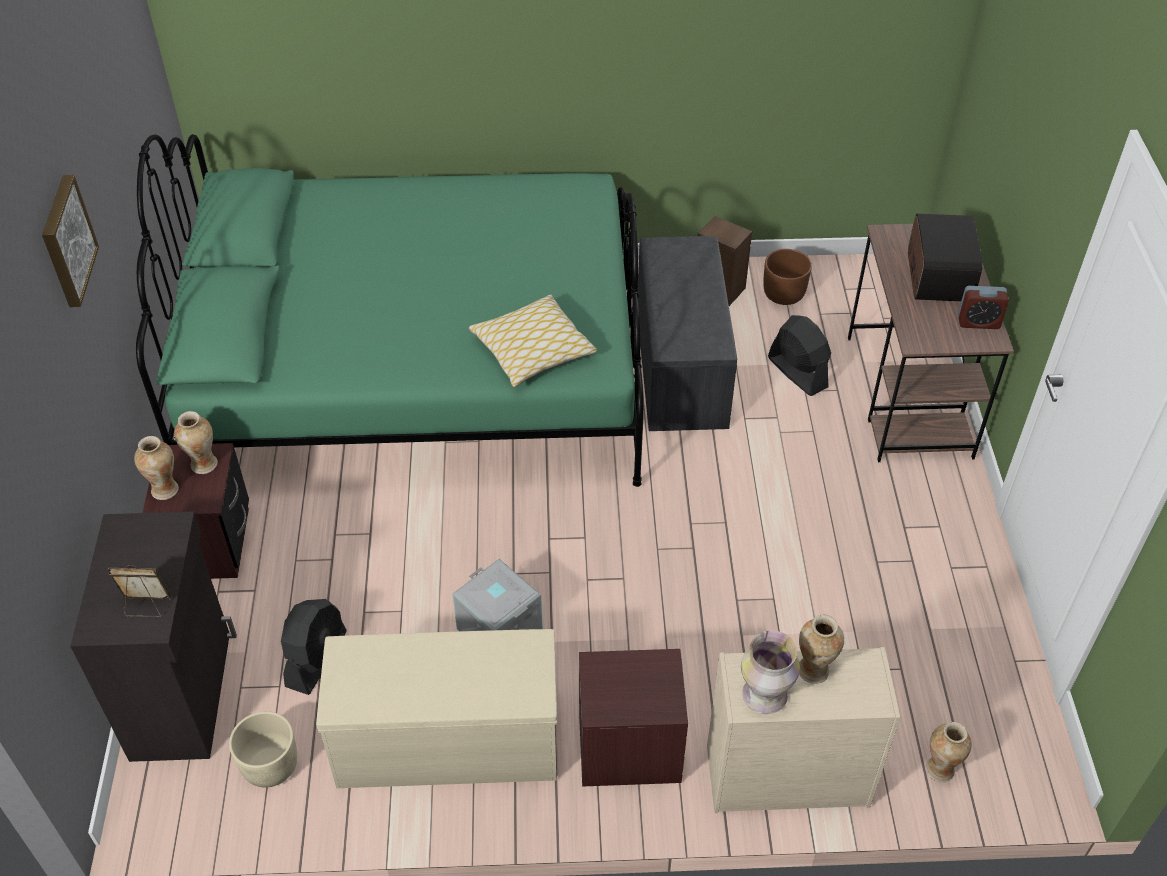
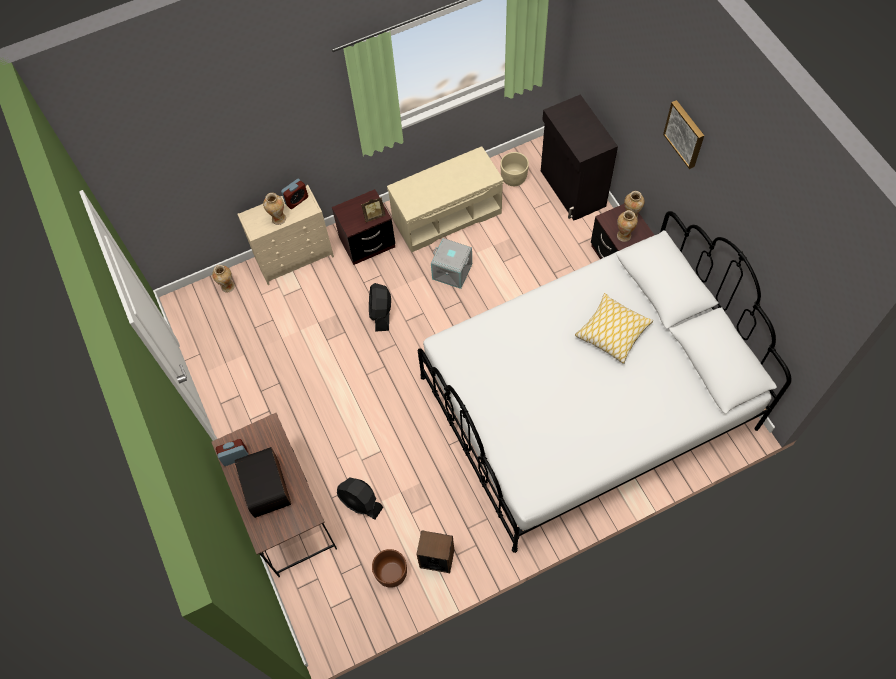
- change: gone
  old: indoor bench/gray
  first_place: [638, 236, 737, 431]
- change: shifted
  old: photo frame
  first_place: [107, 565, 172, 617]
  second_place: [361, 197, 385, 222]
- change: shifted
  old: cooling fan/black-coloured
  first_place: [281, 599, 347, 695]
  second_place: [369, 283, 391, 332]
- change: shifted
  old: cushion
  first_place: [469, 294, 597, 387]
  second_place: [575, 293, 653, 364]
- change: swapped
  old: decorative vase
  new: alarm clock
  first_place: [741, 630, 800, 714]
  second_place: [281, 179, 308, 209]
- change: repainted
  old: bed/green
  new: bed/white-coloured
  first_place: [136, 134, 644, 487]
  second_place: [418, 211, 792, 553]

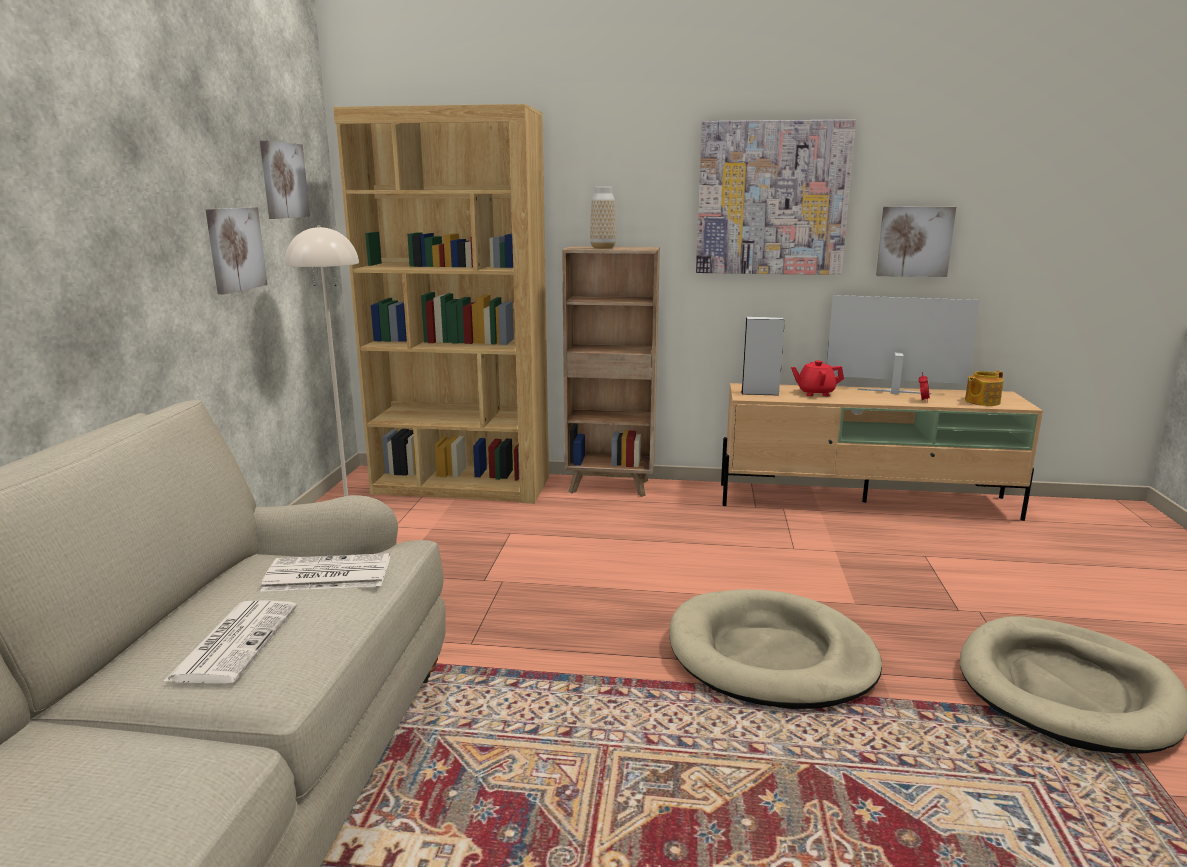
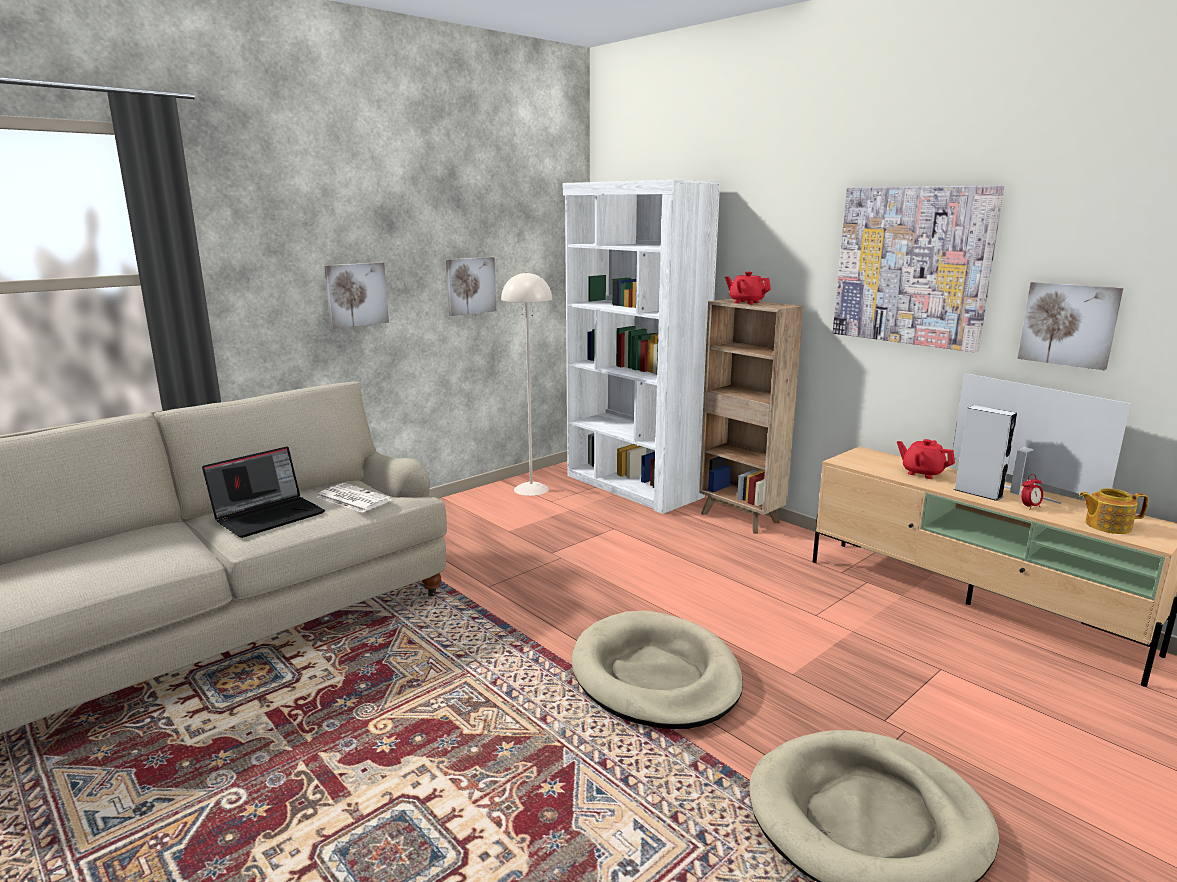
- change: shifted
  old: picture
  first_place: [260, 140, 310, 219]
  second_place: [324, 262, 389, 329]
- change: shifted
  old: speaker/gray
  first_place: [741, 317, 784, 396]
  second_place: [954, 405, 1017, 501]
- change: swapped
  old: daily paper
  new: notebook computer
  first_place: [163, 600, 297, 684]
  second_place: [202, 446, 325, 538]
- change: swapped
  old: decorative vase
  new: pot for tea/red-coloured
  first_place: [590, 187, 616, 249]
  second_place: [725, 272, 771, 304]
- change: repainted
  old: bookcase/brownish
  new: bookcase/white-coloured
  first_place: [333, 104, 549, 504]
  second_place: [563, 180, 720, 514]

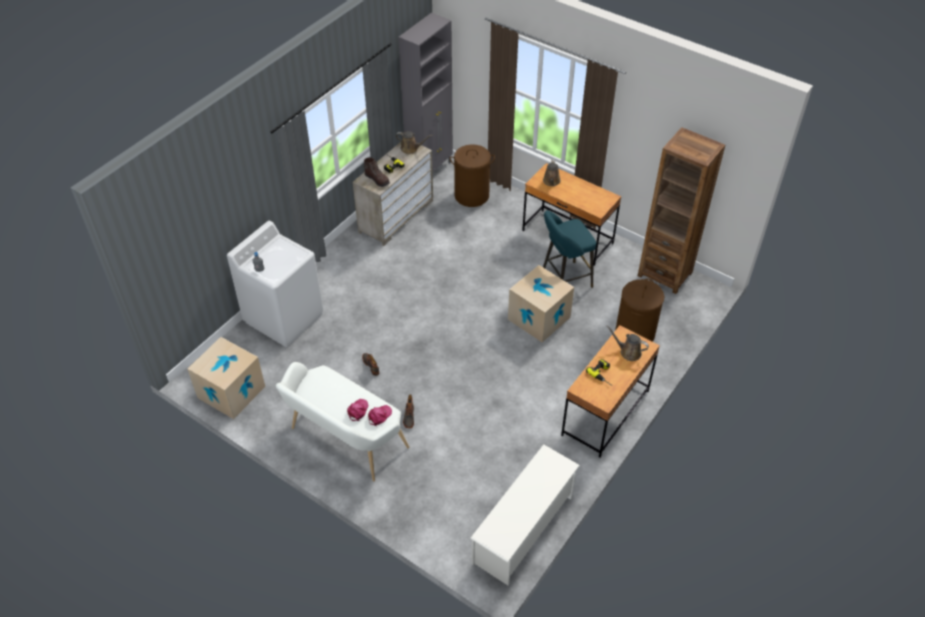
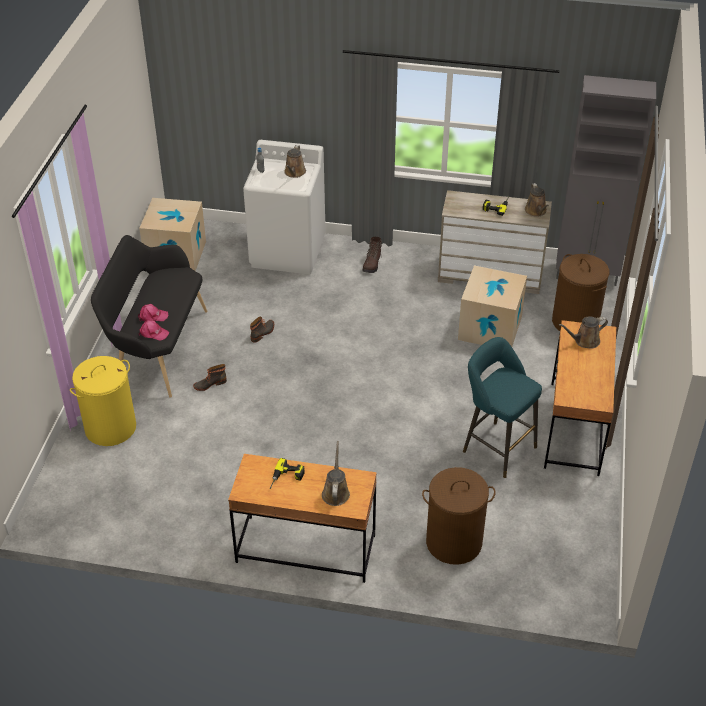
- change: gone
  old: shoe rack/white-coloured
  first_place: [470, 444, 580, 585]
- change: gone
  old: bookcase/brownish
  first_place: [638, 127, 725, 294]
- change: new
  new: washing basket/yellowish
  second_place: [70, 356, 136, 446]
- change: new
  new: watering can/brownish
  second_place: [284, 145, 306, 178]
- change: shifted
  old: boot/brownish
  first_place: [364, 157, 390, 187]
  second_place: [362, 236, 382, 273]
- change: shifted
  old: cardboard box
  first_place: [508, 265, 574, 342]
  second_place: [458, 265, 527, 347]
- change: repainted
  old: indoor bench/white-coloured
  new: indoor bench/black-coloured
  first_place: [276, 362, 409, 481]
  second_place: [91, 235, 207, 398]

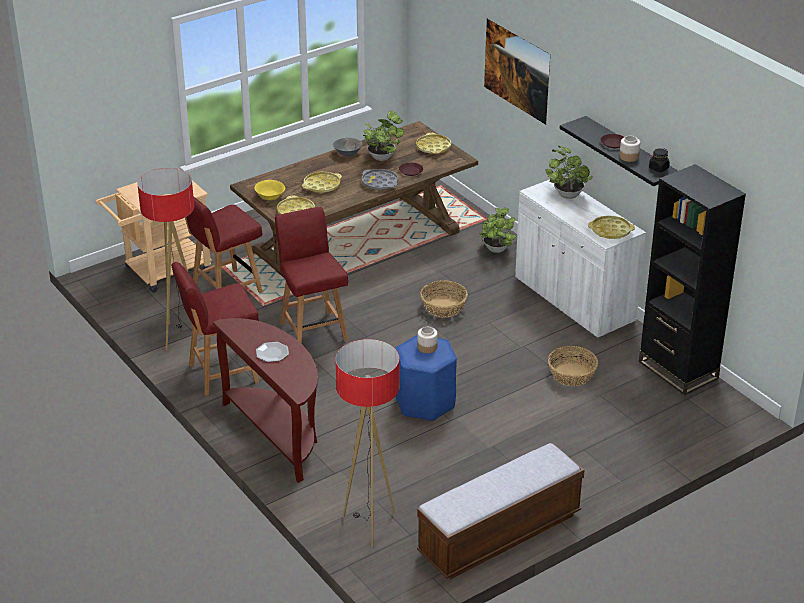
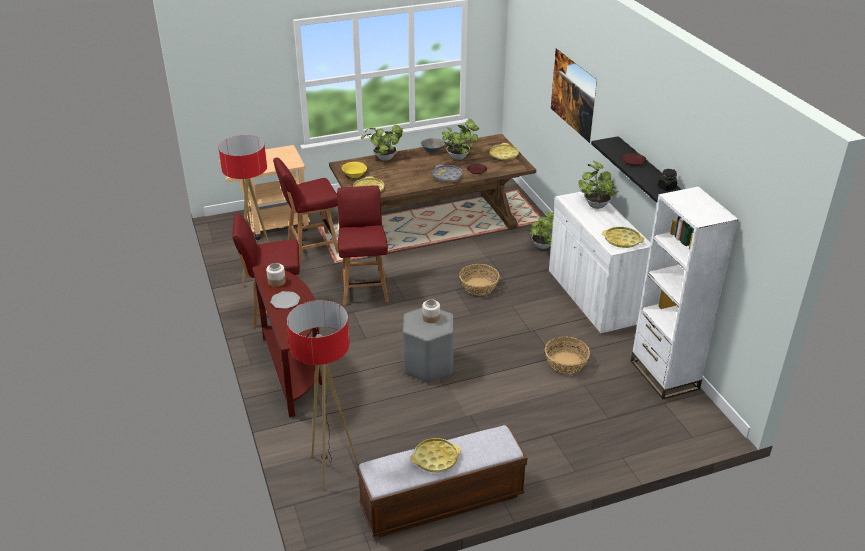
- change: new
  new: houseplant
  second_place: [361, 125, 403, 161]
- change: shifted
  old: tray/yellowish
  first_place: [302, 172, 342, 193]
  second_place: [410, 438, 461, 472]
- change: shifted
  old: storage jar
  first_place: [619, 136, 640, 162]
  second_place: [266, 263, 286, 287]
- change: repainted
  old: sitting stool/bluish
  new: sitting stool/gray
  first_place: [395, 335, 457, 422]
  second_place: [403, 308, 453, 383]
- change: repainted
  old: bookcase/black-coloured
  new: bookcase/white-coloured
  first_place: [639, 164, 746, 395]
  second_place: [631, 186, 739, 399]

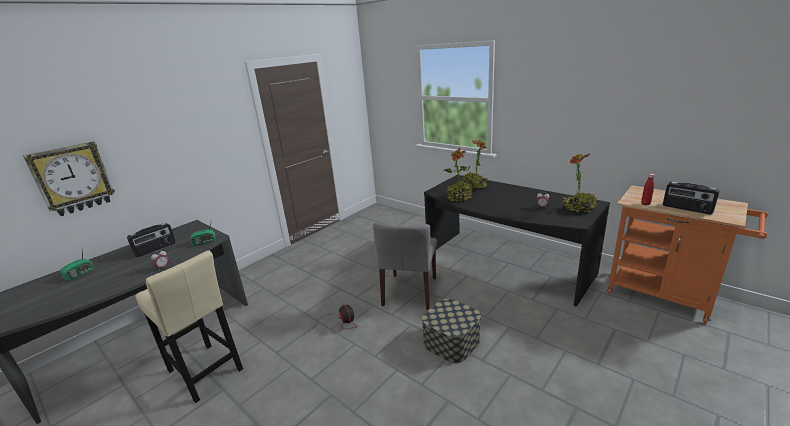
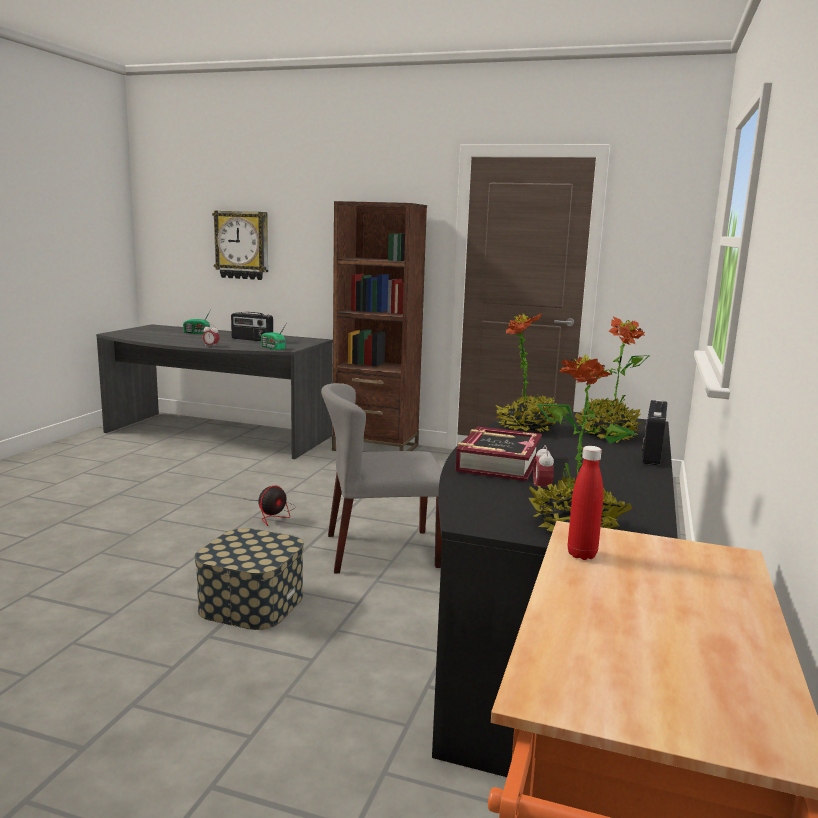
- change: gone
  old: sitting stool/beige-coloured
  first_place: [136, 251, 243, 403]
- change: new
  new: bookcase/brownish
  second_place: [332, 201, 427, 452]
- change: new
  new: bound book
  second_place: [455, 426, 542, 481]
- change: shifted
  old: radio set
  first_place: [663, 182, 720, 214]
  second_place: [642, 400, 667, 466]

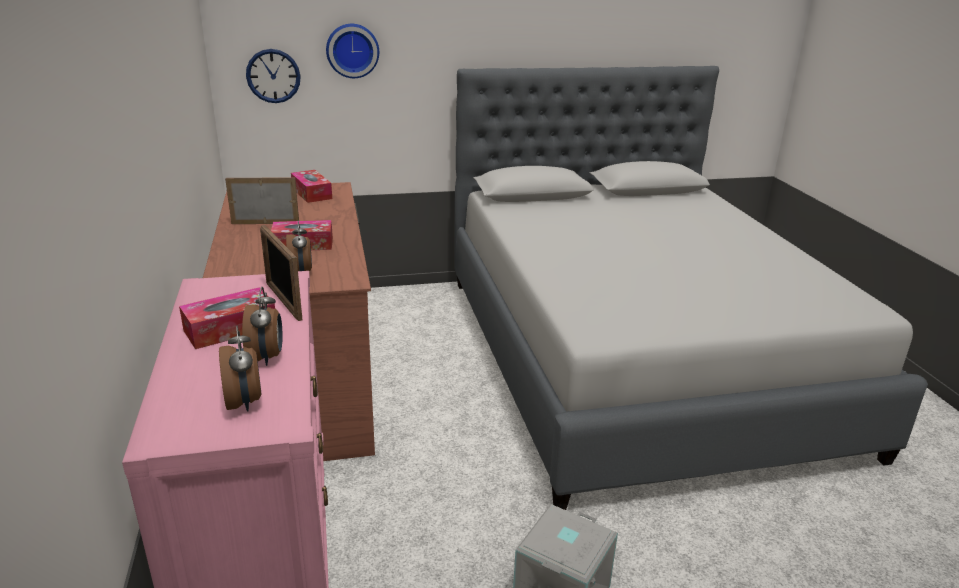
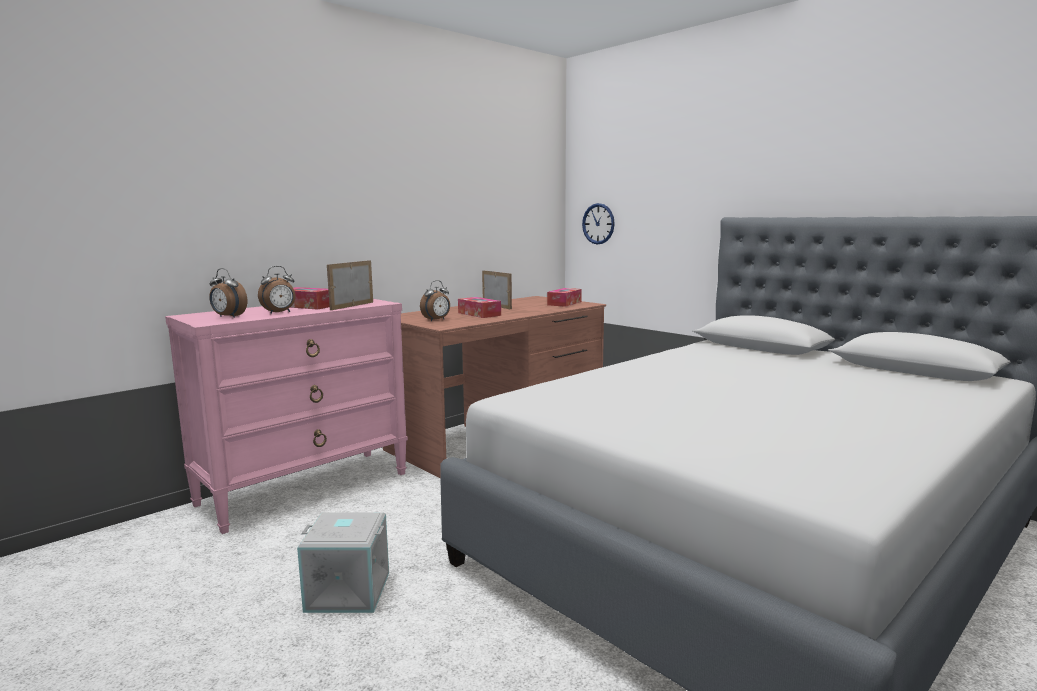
- change: gone
  old: wall clock
  first_place: [326, 24, 379, 78]
- change: rotated
  old: alarm clock
  first_place: [219, 326, 261, 412]
  second_place: [209, 268, 247, 318]
  degrees: 75

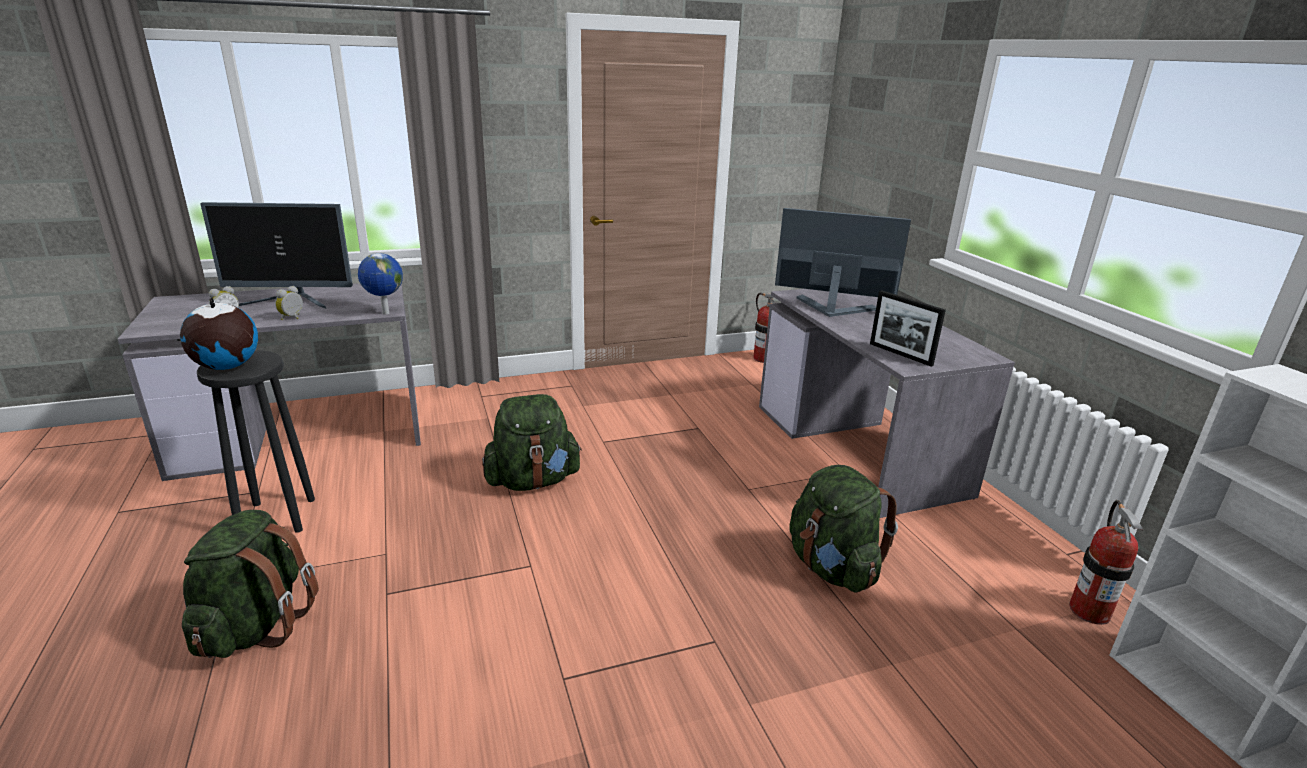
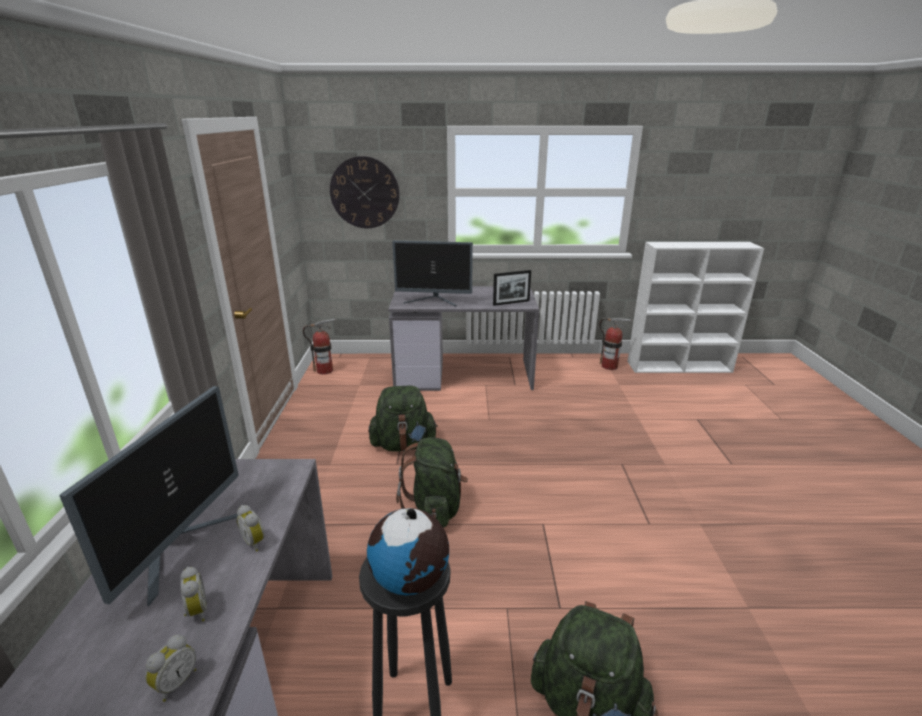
- change: gone
  old: globe
  first_place: [358, 253, 403, 315]
- change: new
  new: alarm clock
  second_place: [146, 634, 196, 702]
- change: new
  new: wall clock
  second_place: [330, 156, 400, 228]
- change: shifted
  old: knapsack/green
  first_place: [789, 465, 898, 593]
  second_place: [368, 386, 438, 452]
- change: rotated
  old: computer display
  first_place: [775, 208, 911, 317]
  second_place: [392, 241, 473, 307]
  degrees: -120

